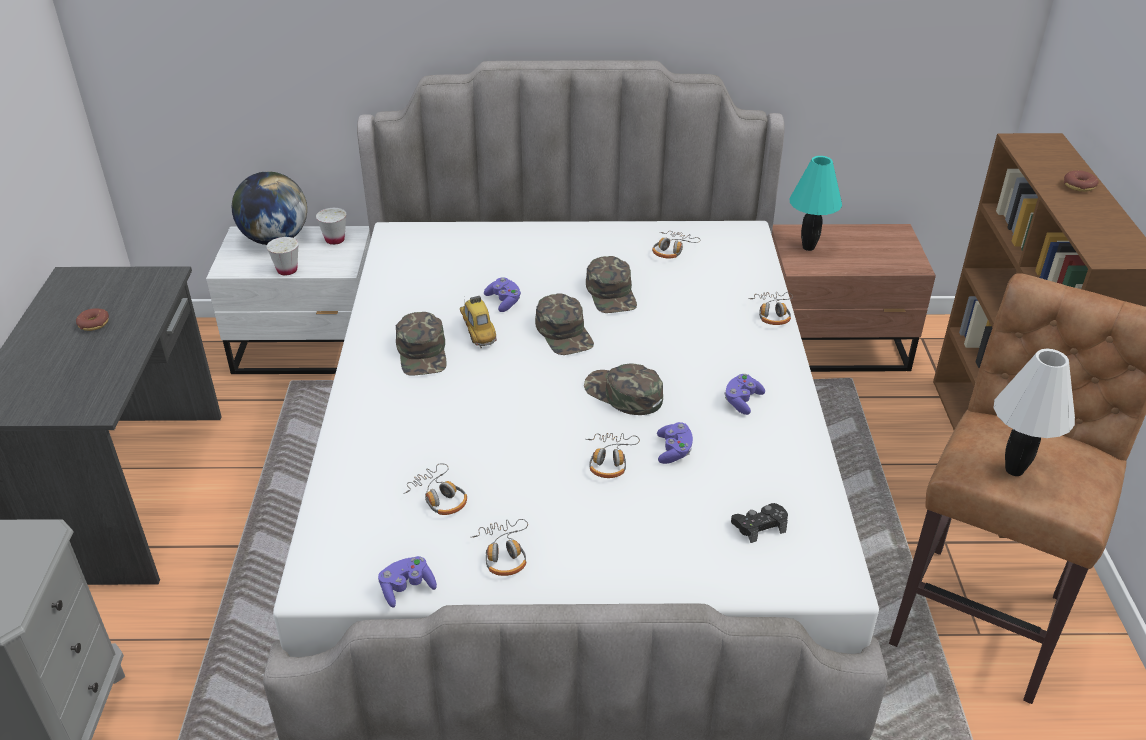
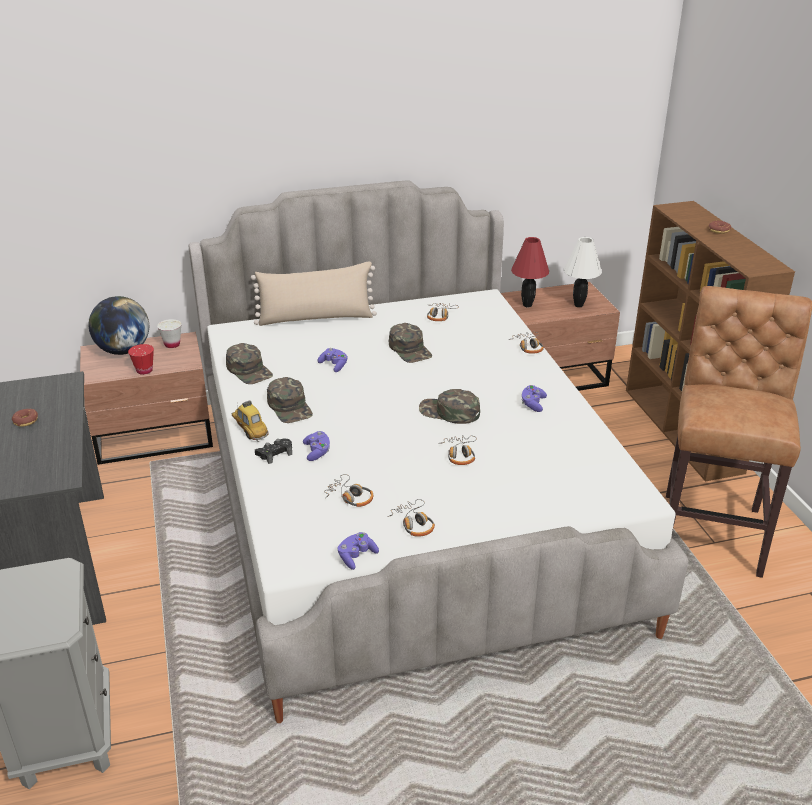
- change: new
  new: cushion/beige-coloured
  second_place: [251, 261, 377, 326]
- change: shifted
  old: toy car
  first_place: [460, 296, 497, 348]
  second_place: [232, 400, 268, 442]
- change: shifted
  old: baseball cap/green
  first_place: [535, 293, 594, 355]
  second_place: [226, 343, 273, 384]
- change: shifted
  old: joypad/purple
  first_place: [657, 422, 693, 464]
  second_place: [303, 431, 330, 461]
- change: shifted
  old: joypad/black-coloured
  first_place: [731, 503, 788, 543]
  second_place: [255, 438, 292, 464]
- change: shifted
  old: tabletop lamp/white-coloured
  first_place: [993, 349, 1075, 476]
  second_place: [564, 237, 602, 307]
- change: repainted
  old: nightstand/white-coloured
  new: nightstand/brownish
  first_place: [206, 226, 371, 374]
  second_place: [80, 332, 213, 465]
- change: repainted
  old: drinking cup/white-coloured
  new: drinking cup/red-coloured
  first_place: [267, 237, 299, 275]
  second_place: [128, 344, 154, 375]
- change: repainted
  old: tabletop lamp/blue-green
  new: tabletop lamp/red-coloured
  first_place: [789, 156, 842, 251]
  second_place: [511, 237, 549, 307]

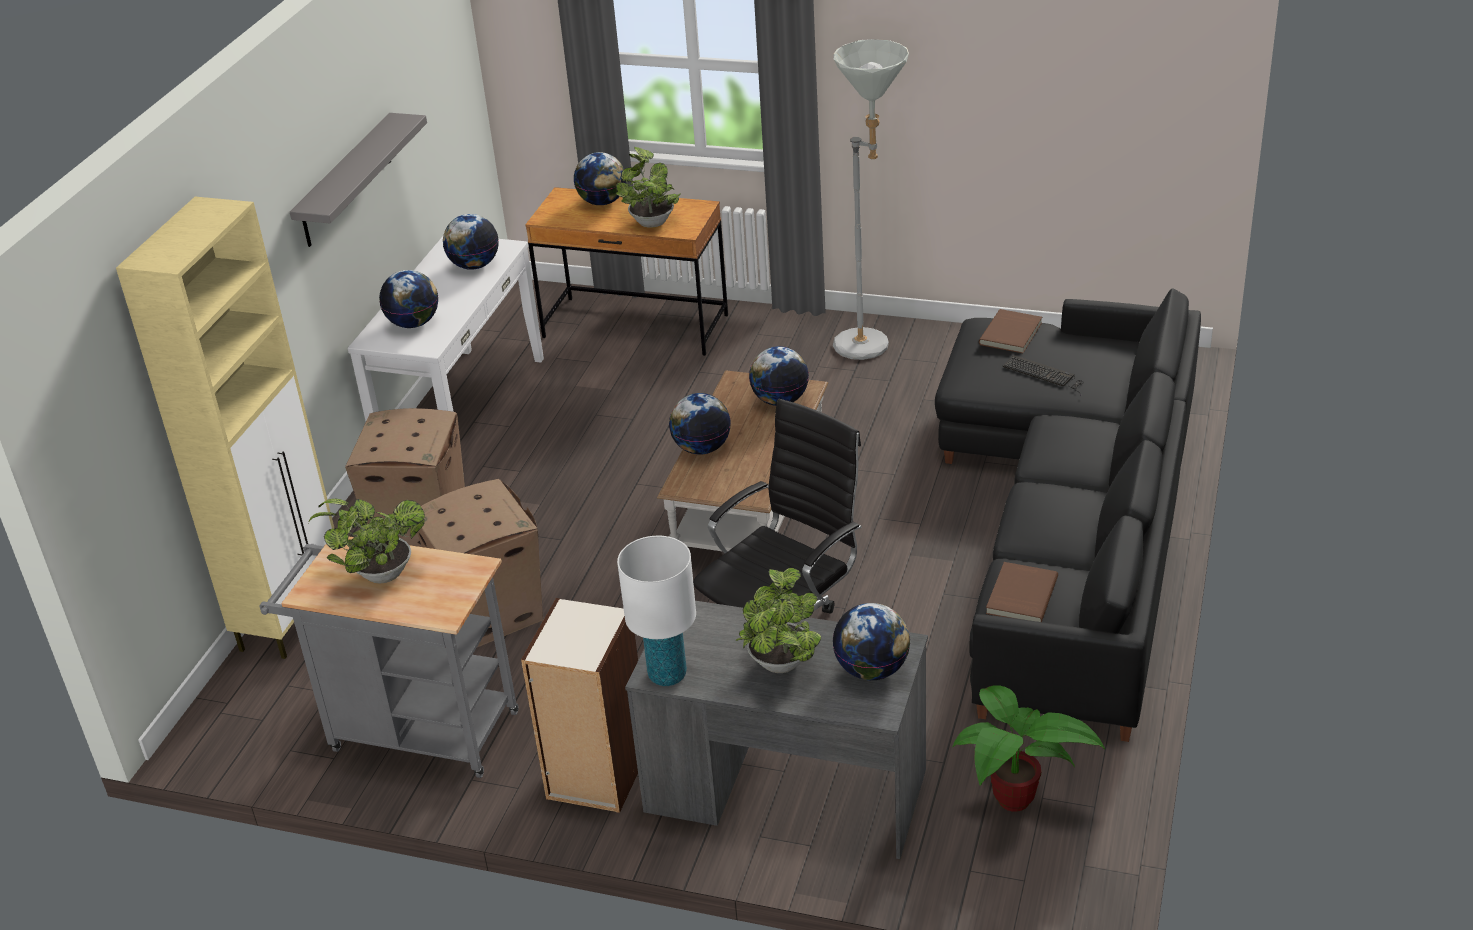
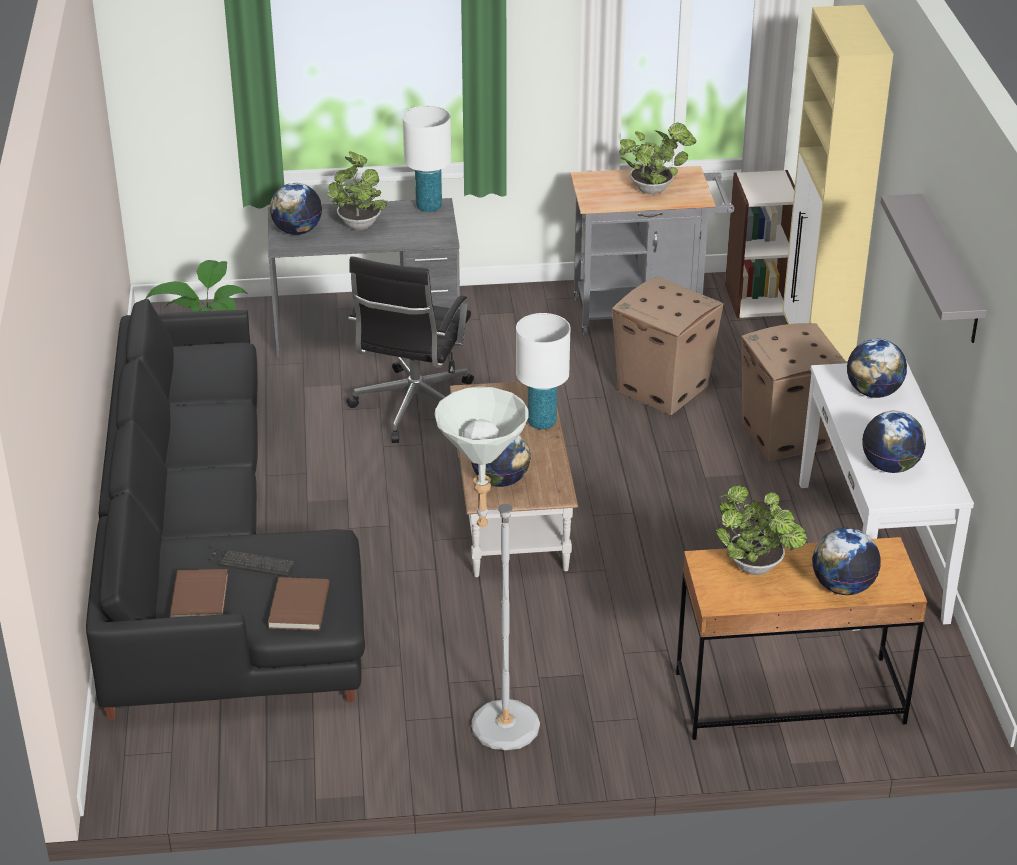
- change: shifted
  old: bookcase
  first_place: [521, 598, 638, 813]
  second_place: [725, 170, 795, 318]
- change: shifted
  old: bound book/brownish
  first_place: [986, 562, 1058, 622]
  second_place: [169, 569, 228, 618]
- change: swapped
  old: globe
  new: tabletop lamp/white-coloured
  first_place: [669, 393, 731, 455]
  second_place: [516, 313, 570, 430]

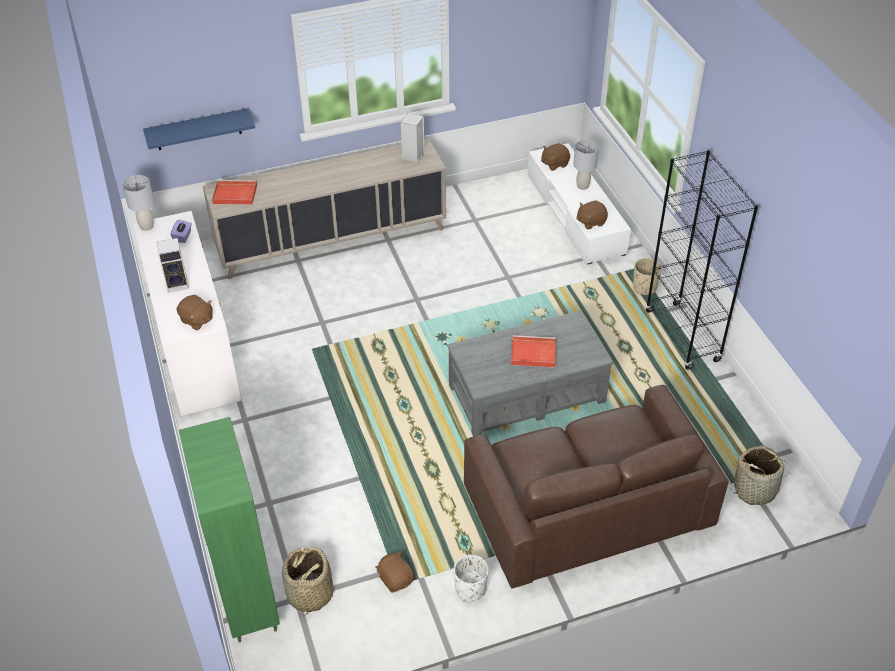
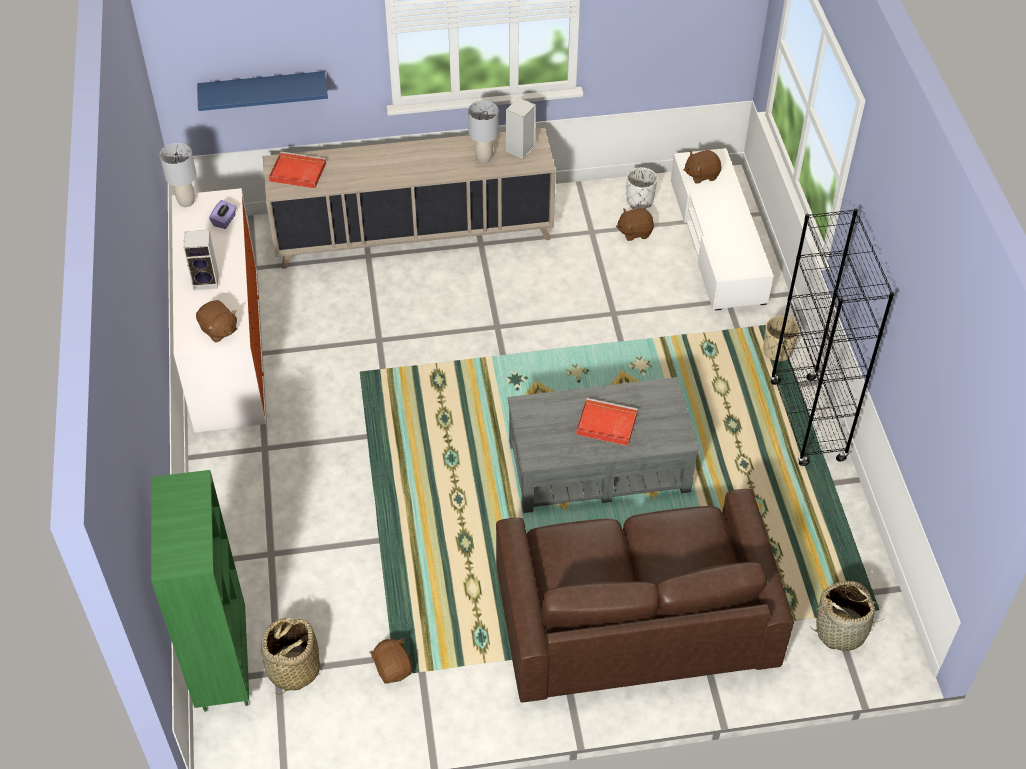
- change: shifted
  old: flower pot/white-coloured
  first_place: [454, 555, 489, 601]
  second_place: [626, 167, 657, 209]
- change: shifted
  old: tabletop lamp/gray
  first_place: [573, 140, 599, 190]
  second_place: [468, 101, 499, 163]
- change: shifted
  old: cuddly toy/brownish
  first_place: [576, 201, 608, 229]
  second_place: [616, 208, 654, 241]

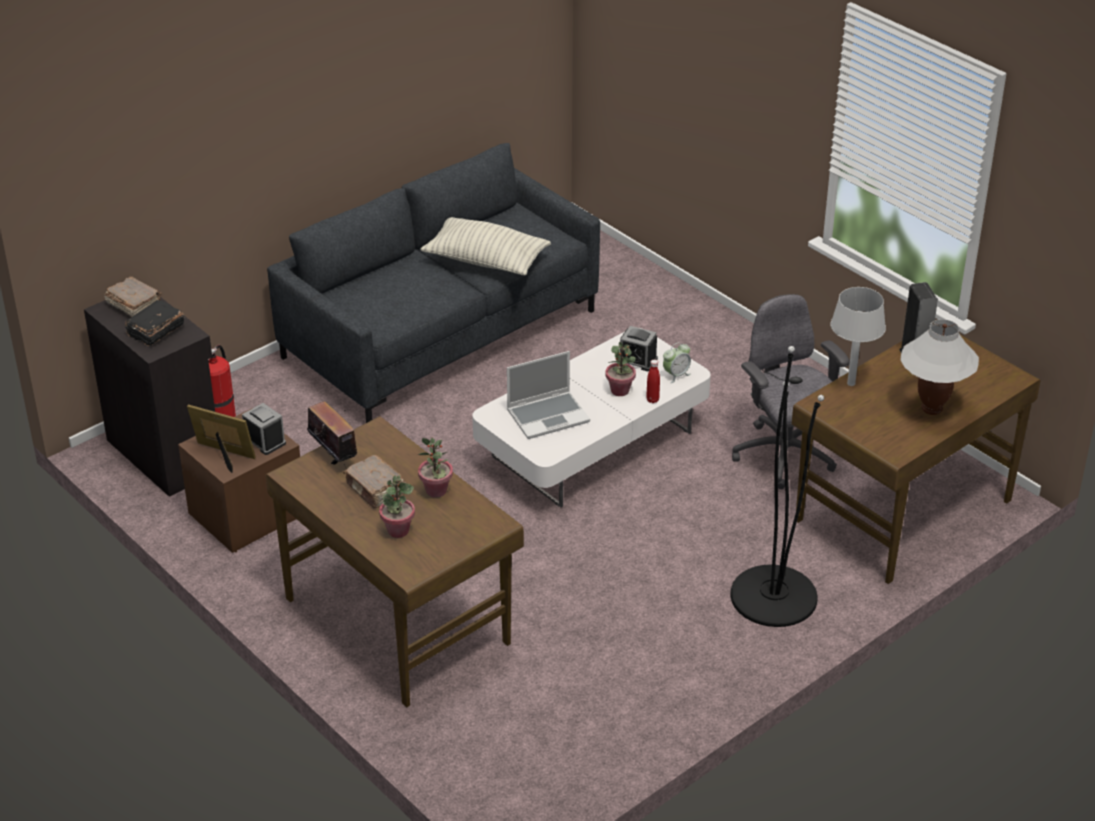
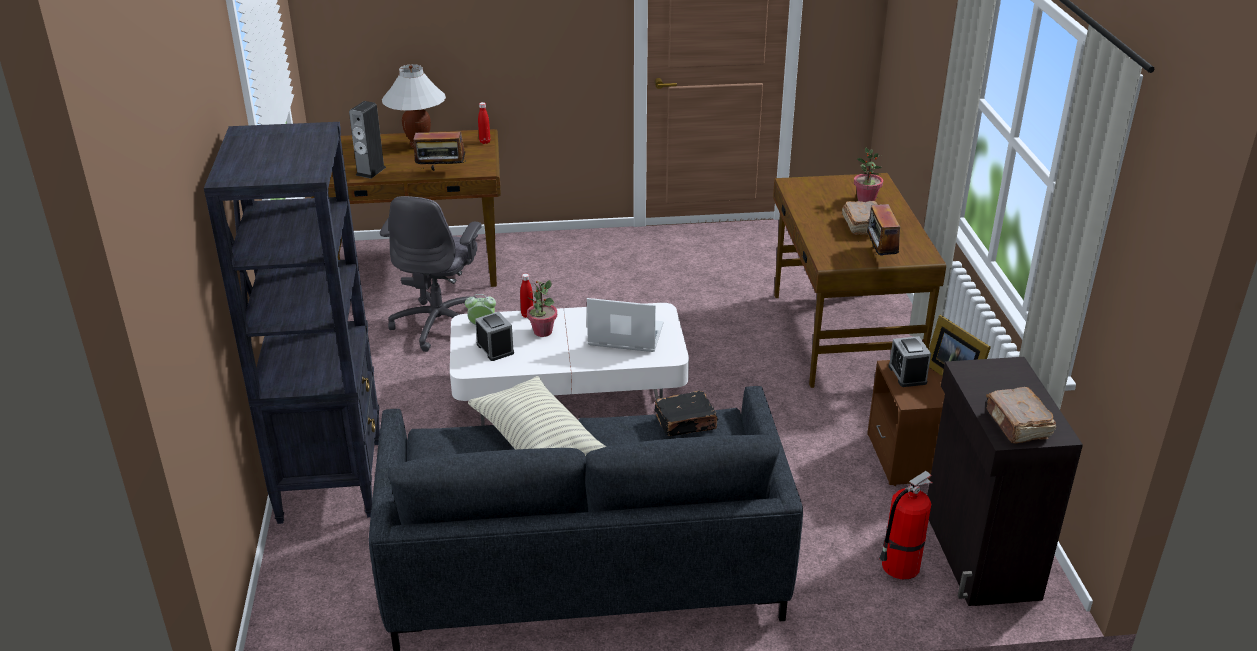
- change: gone
  old: houseplant
  first_place: [418, 438, 453, 498]
- change: gone
  old: floor lamp/black-coloured
  first_place: [730, 346, 824, 627]
- change: new
  new: bookcase/black-coloured
  second_place: [204, 122, 380, 524]
- change: new
  new: drink bottle/red-coloured
  second_place: [478, 102, 490, 144]
- change: shifted
  old: bound book/black-coloured
  first_place: [125, 300, 184, 347]
  second_place: [655, 391, 719, 436]
- change: swapped
  old: tabletop lamp/gray
  new: radio set
  first_place: [831, 287, 886, 386]
  second_place: [413, 131, 466, 171]

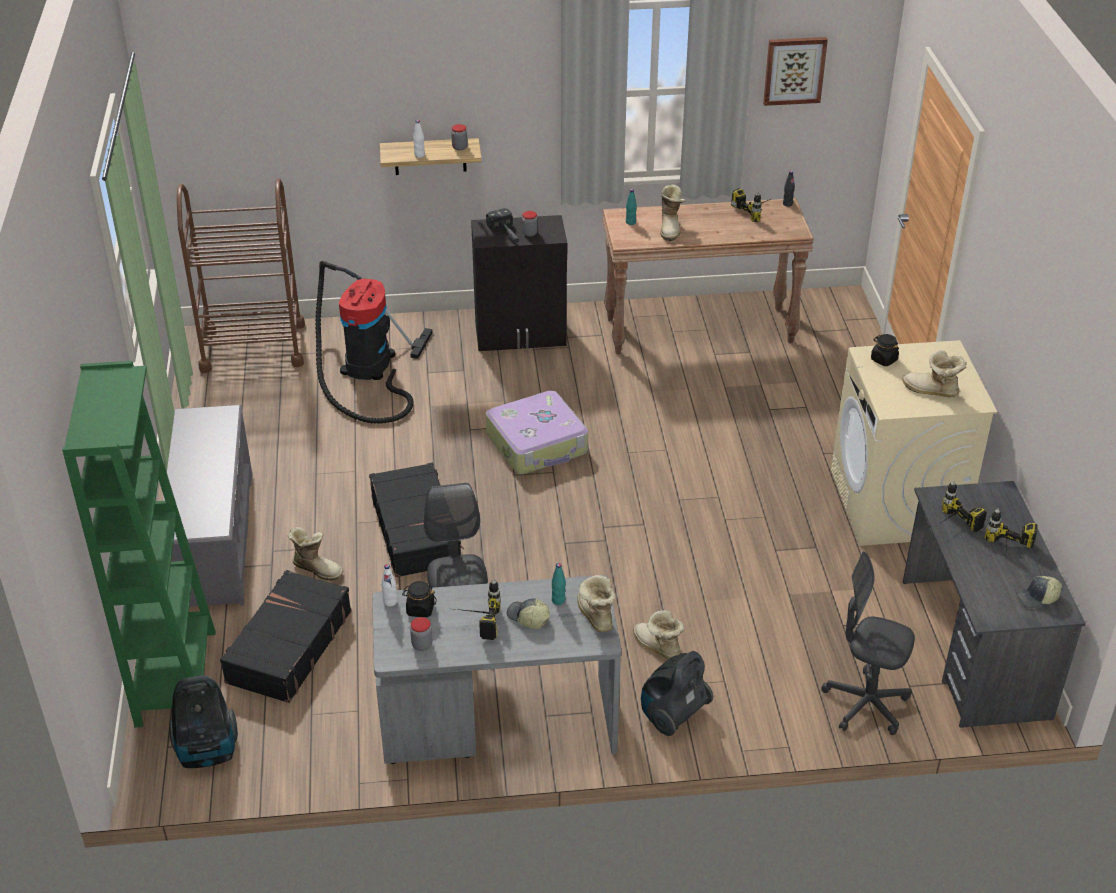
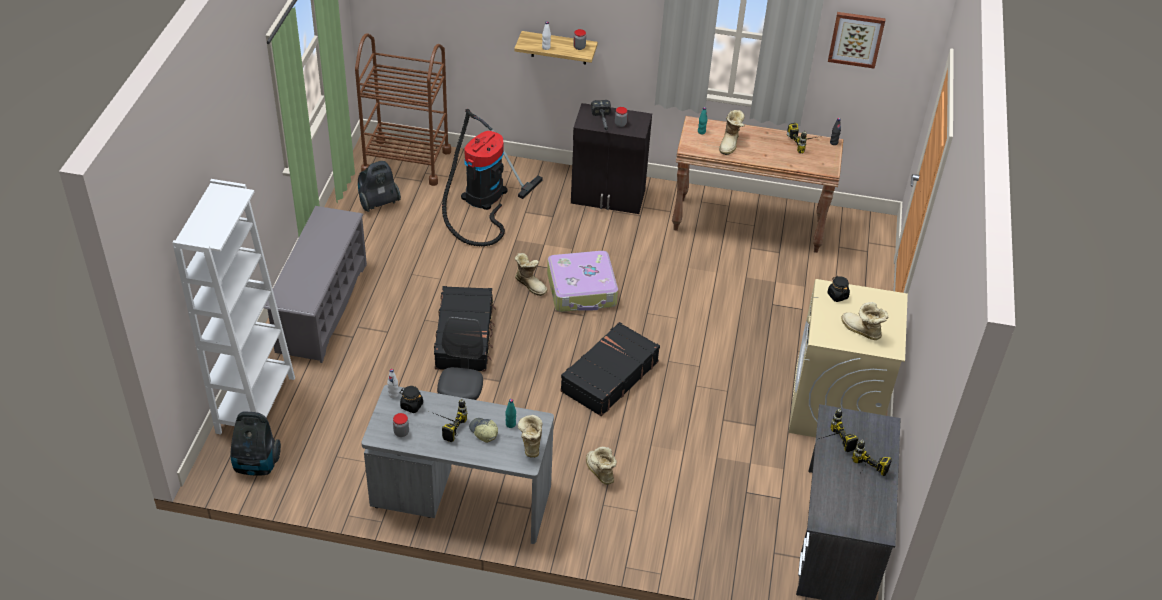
- change: gone
  old: desk chair/gray
  first_place: [822, 552, 915, 735]
- change: gone
  old: baseball cap
  first_place: [1015, 576, 1062, 608]
- change: shifted
  old: suitcase/black-coloured
  first_place: [220, 570, 352, 703]
  second_place: [560, 322, 660, 416]
- change: shifted
  old: boot
  first_place: [288, 527, 343, 581]
  second_place: [515, 253, 547, 296]
- change: shifted
  old: vacuum
  first_place: [641, 651, 713, 736]
  second_place: [358, 161, 401, 212]
- change: repainted
  old: bookcase/green
  new: bookcase/white-coloured
  first_place: [62, 361, 216, 727]
  second_place: [172, 179, 295, 434]

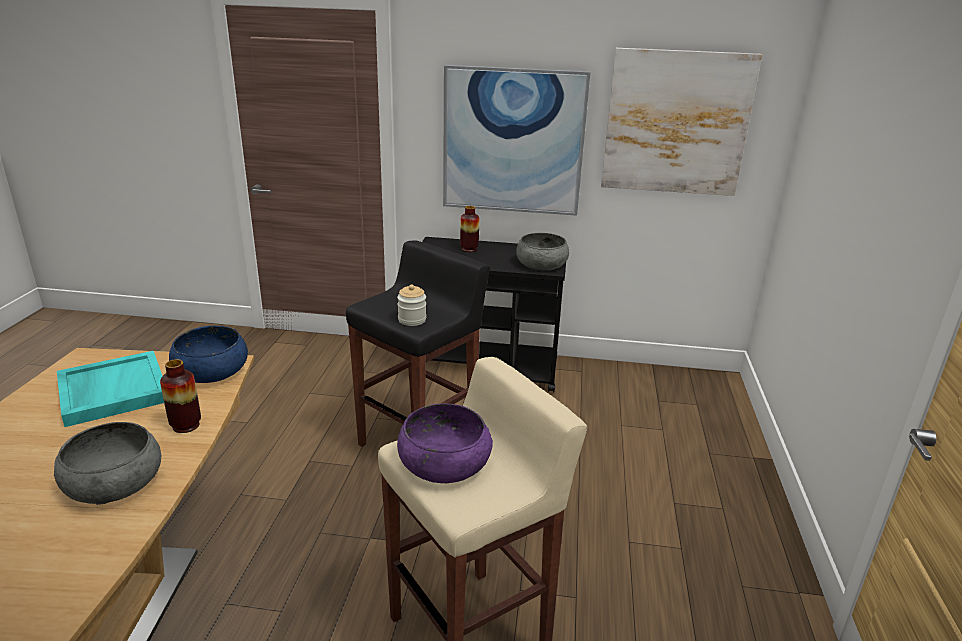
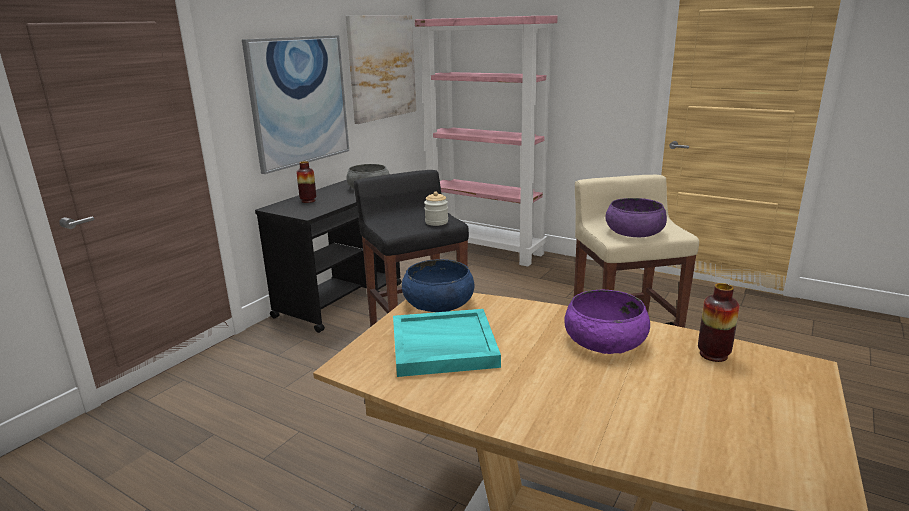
- change: new
  new: bookcase/pink-coloured
  second_place: [415, 16, 558, 267]
- change: shifted
  old: decorative vase
  first_place: [160, 359, 201, 433]
  second_place: [698, 283, 739, 362]
- change: repainted
  old: serving bowl/gray
  new: serving bowl/purple
  first_place: [54, 422, 161, 505]
  second_place: [564, 290, 650, 354]

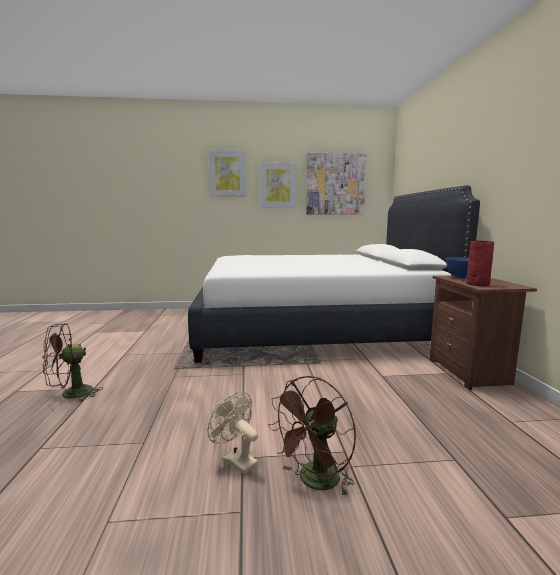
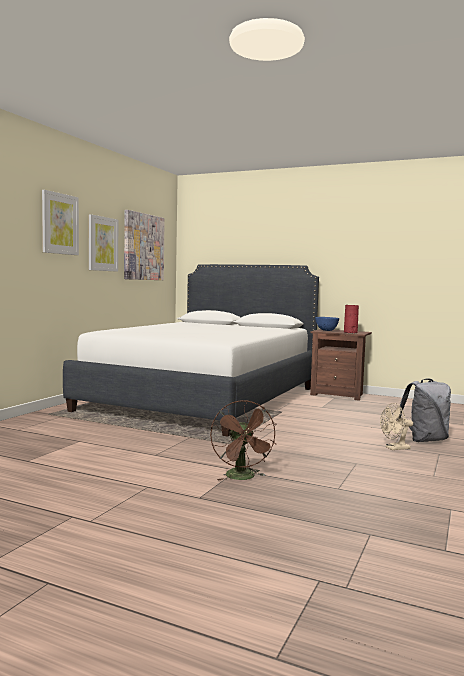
- change: swapped
  old: cooling fan/brownish
  new: knapsack/gray
  first_place: [268, 376, 356, 497]
  second_place: [397, 379, 451, 442]

